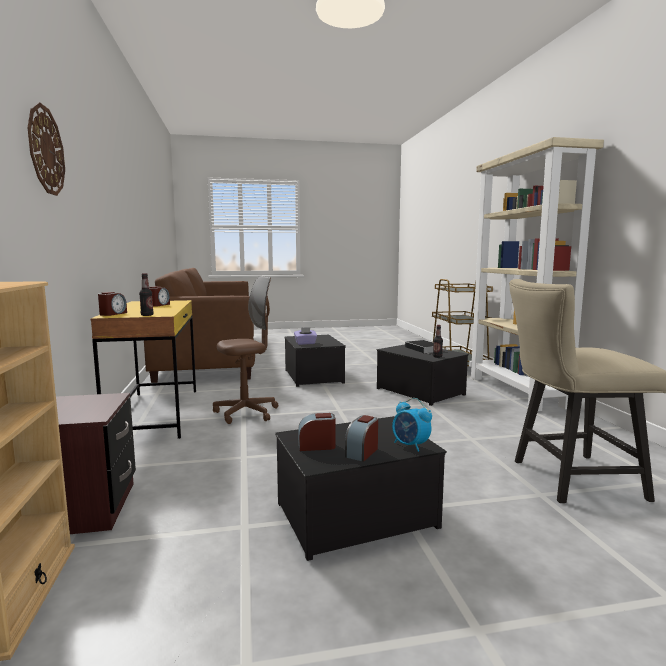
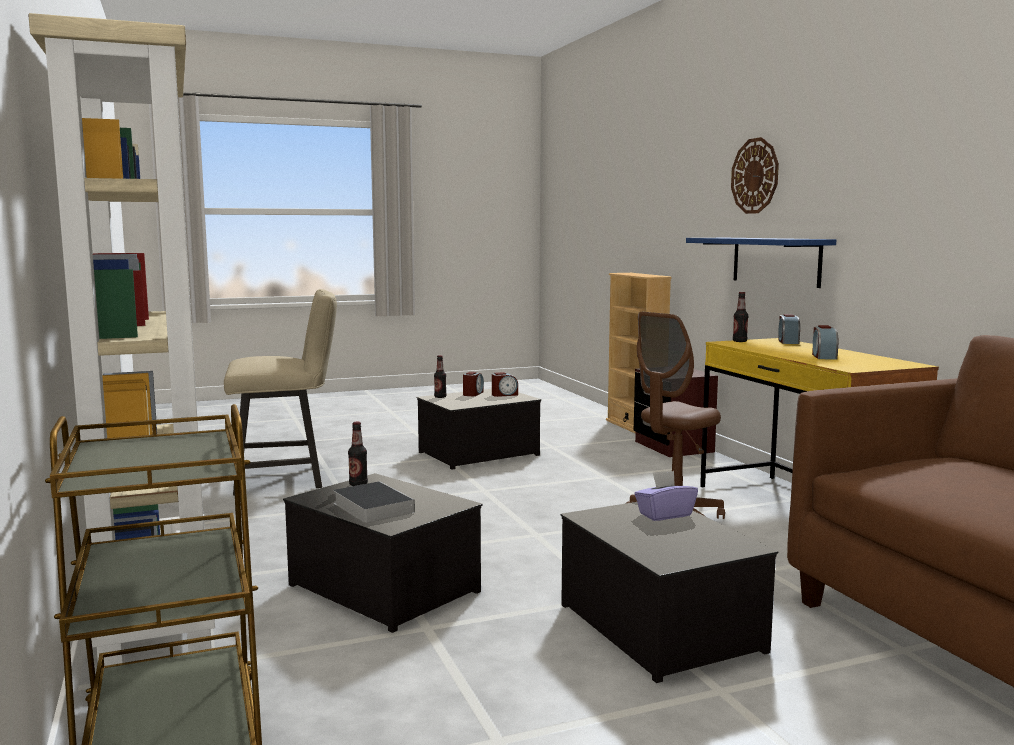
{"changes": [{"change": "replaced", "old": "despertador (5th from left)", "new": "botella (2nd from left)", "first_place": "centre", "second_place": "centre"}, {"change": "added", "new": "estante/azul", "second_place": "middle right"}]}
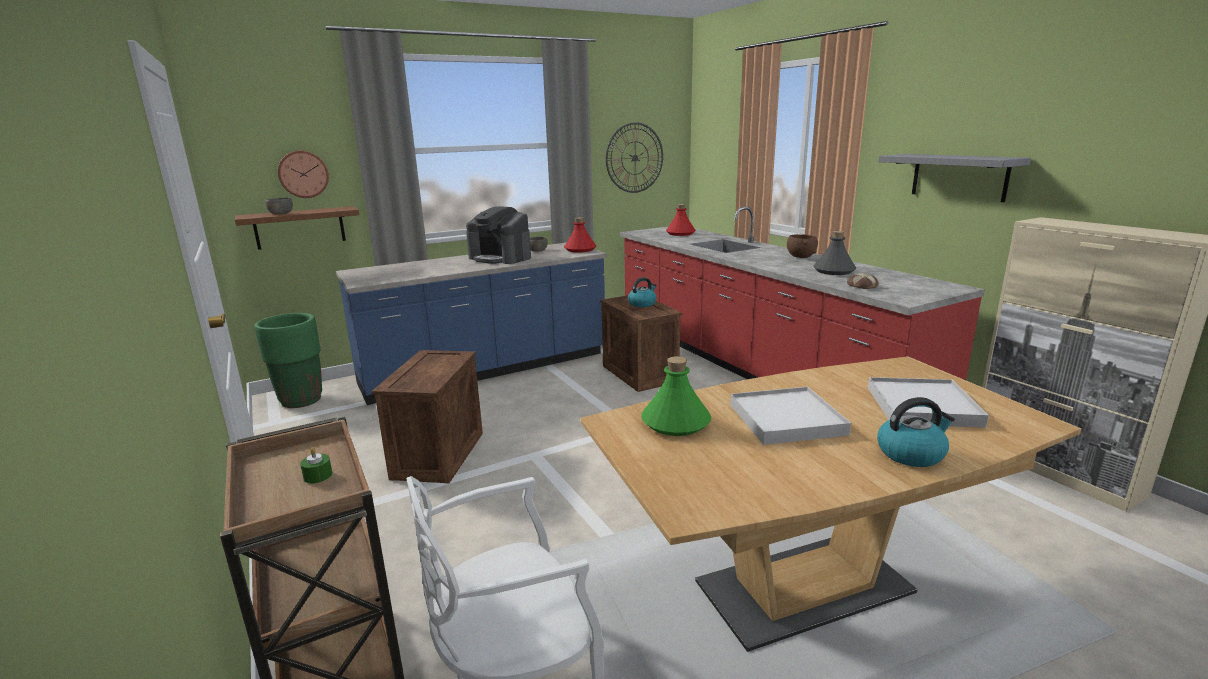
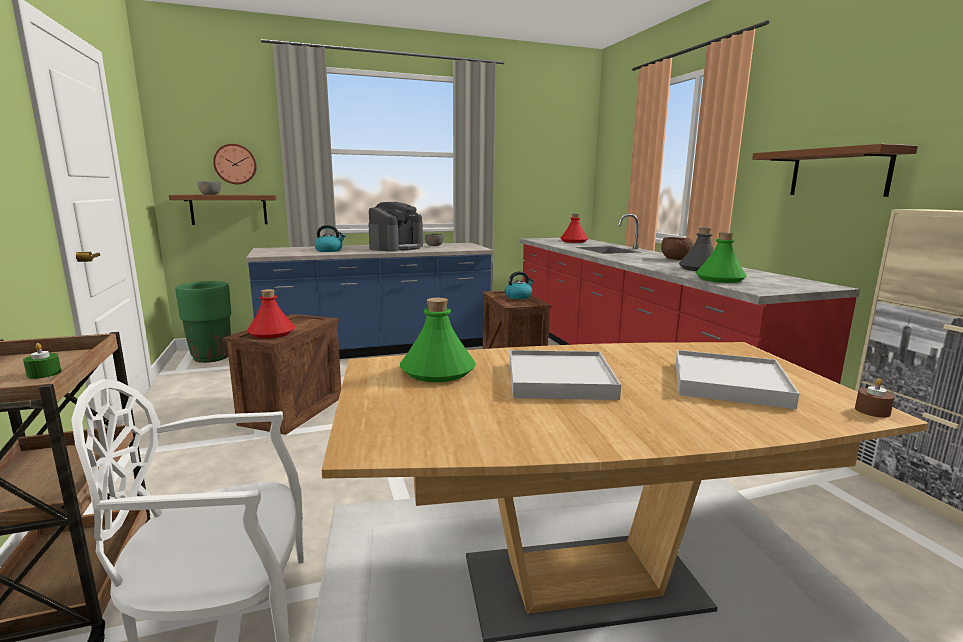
{"changes": [{"change": "turned", "old": "cafetera", "first_place": "centre", "second_place": "centre", "degrees": -105}, {"change": "moved", "old": "botella/rojo (1st from left)", "first_place": "centre", "second_place": "middle left"}, {"change": "removed", "old": "reloj de pared (2nd from left)", "first_place": "top centre"}, {"change": "replaced", "old": "pan", "new": "botella/verde (2nd from left)", "first_place": "middle right", "second_place": "middle right"}, {"change": "moved", "old": "hervidor (2nd from left in the first image)", "new": "hervidor (1st from left)", "first_place": "middle right", "second_place": "centre"}, {"change": "recoloured", "old": "estante/gris", "new": "estante/marrón (2nd from left)", "first_place": "top right", "second_place": "top right"}, {"change": "added", "new": "vela/marrón", "second_place": "middle right"}]}
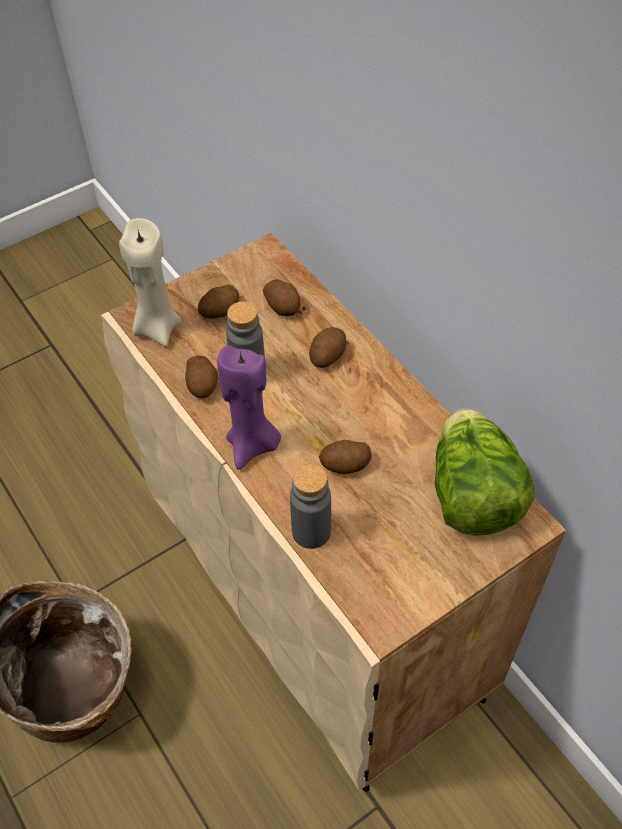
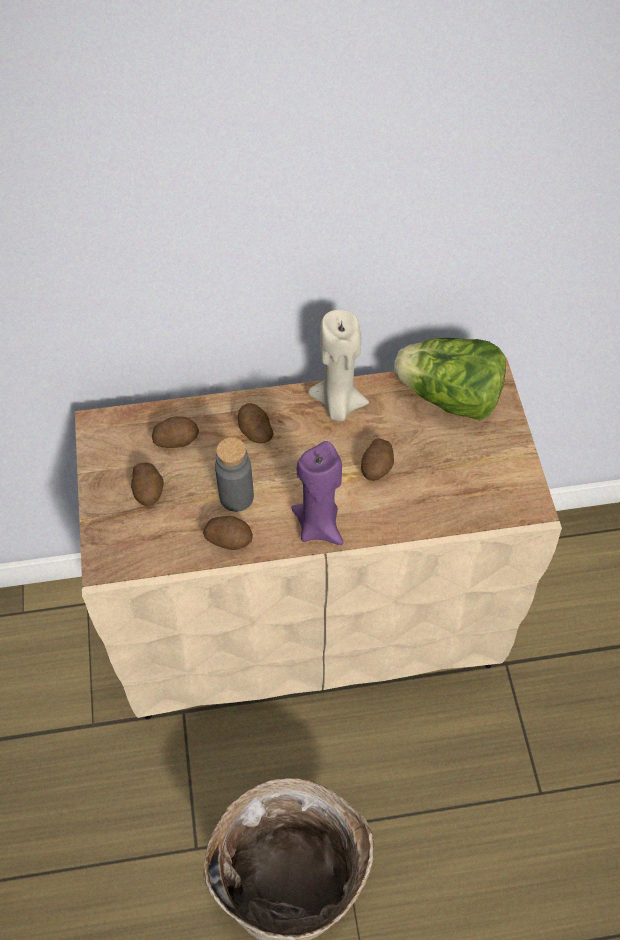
{"changes": [{"change": "moved", "old": "vela/beis", "first_place": "middle left", "second_place": "centre"}, {"change": "removed", "old": "botella/gris (2nd from left)", "first_place": "centre"}]}
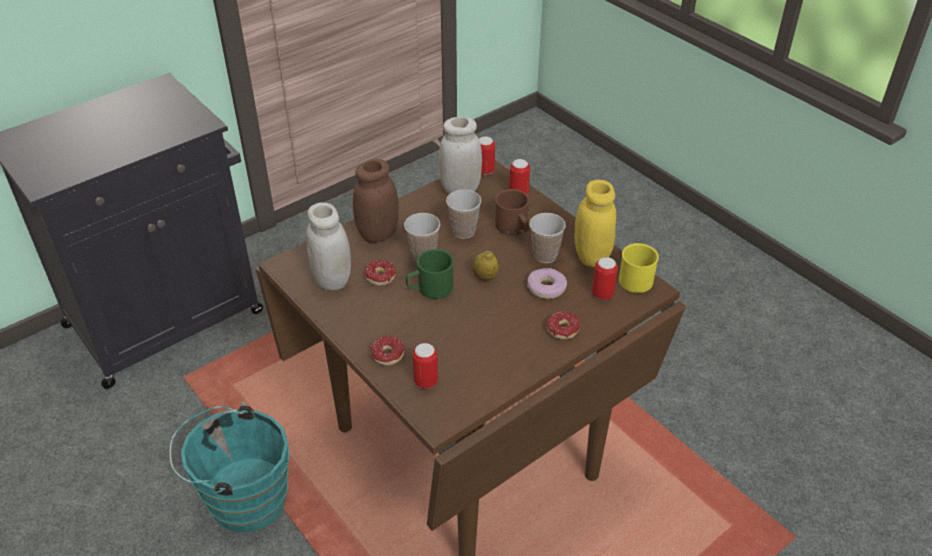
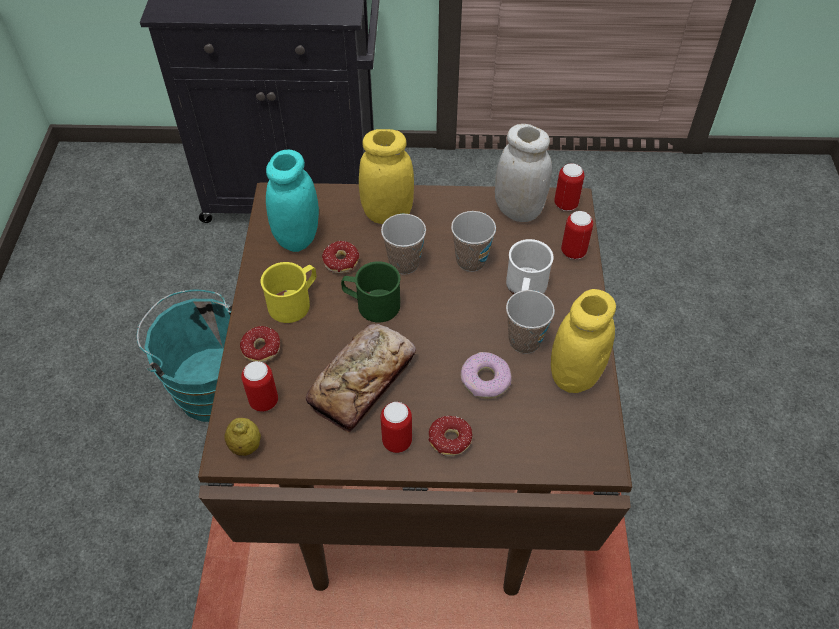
{"changes": [{"change": "recoloured", "old": "tarro/blanco (1st from left)", "new": "tarro/turquesa", "first_place": "centre", "second_place": "top centre"}, {"change": "recoloured", "old": "tarro/marrón", "new": "tarro/amarillo (1st from left)", "first_place": "centre", "second_place": "top centre"}, {"change": "moved", "old": "limón", "first_place": "centre", "second_place": "bottom left"}, {"change": "recoloured", "old": "taza grande/marrón", "new": "taza grande/blanco", "first_place": "centre", "second_place": "centre"}, {"change": "moved", "old": "lata (4th from left in the first image)", "new": "lata (2nd from left)", "first_place": "centre", "second_place": "bottom centre"}, {"change": "moved", "old": "taza grande/amarillo", "first_place": "middle right", "second_place": "centre"}, {"change": "added", "new": "pan", "second_place": "centre"}]}
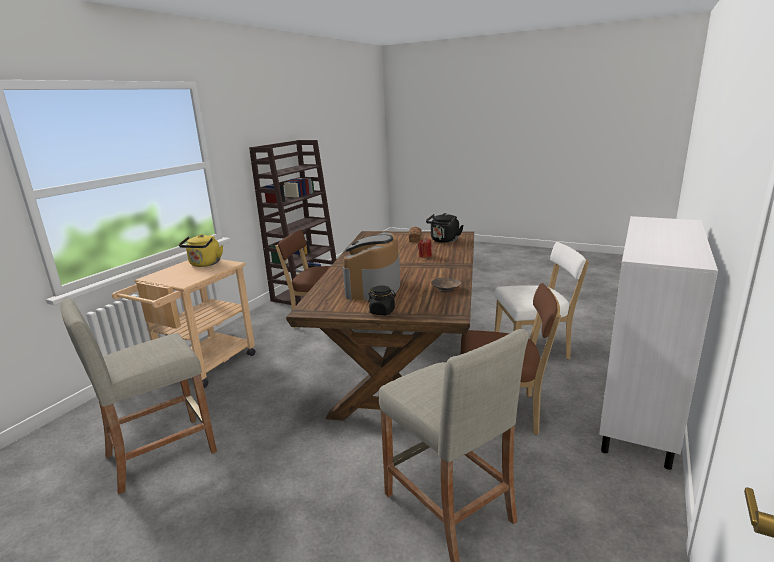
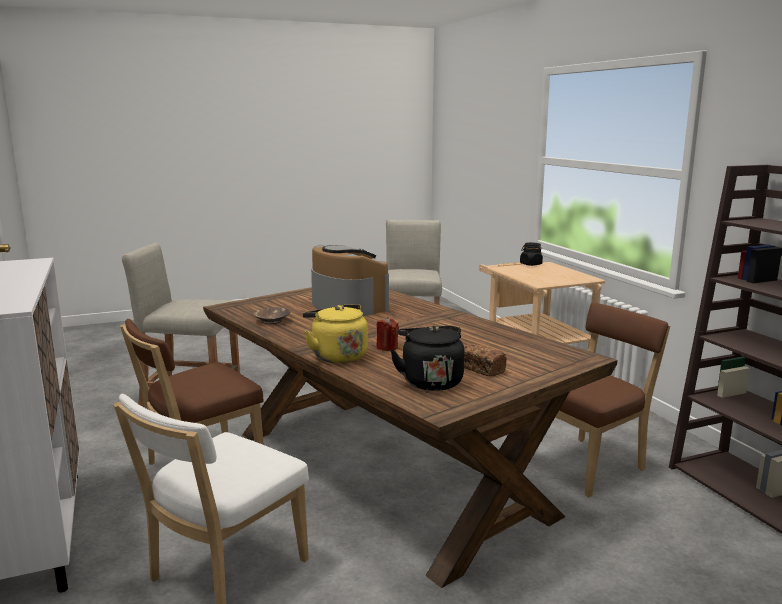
{"changes": [{"change": "moved", "old": "hervidor/amarillo", "first_place": "middle left", "second_place": "centre"}, {"change": "moved", "old": "tarro/negro", "first_place": "centre", "second_place": "middle right"}]}
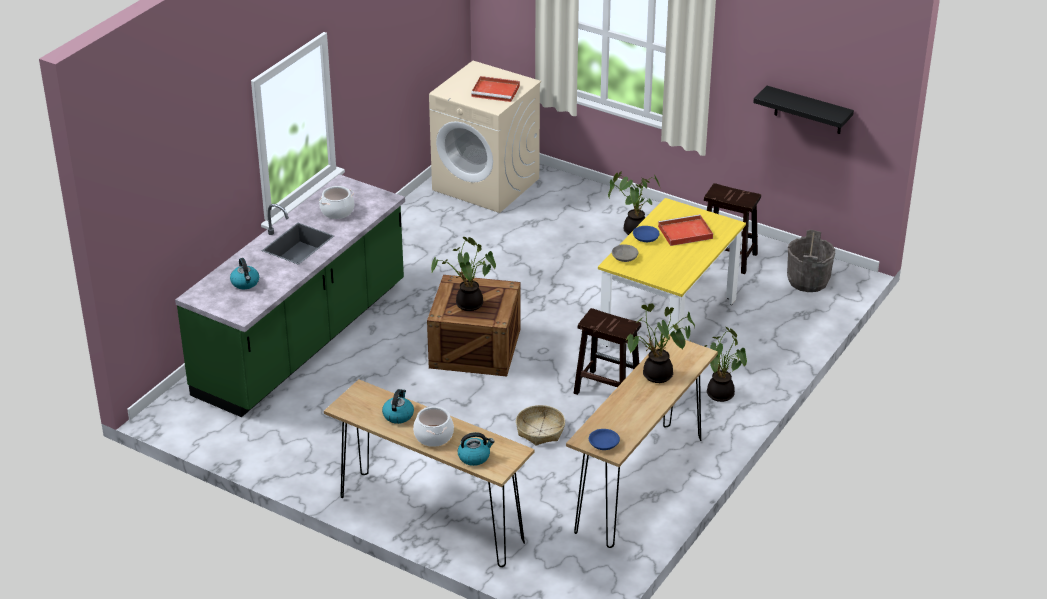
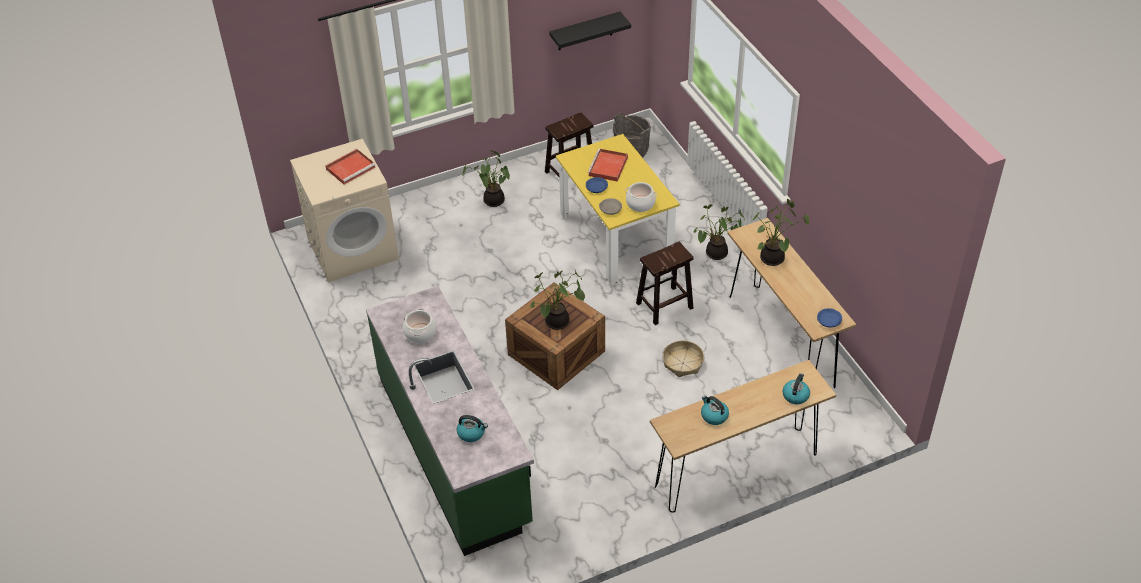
{"changes": [{"change": "moved", "old": "olla (2nd from left)", "first_place": "bottom centre", "second_place": "centre"}]}
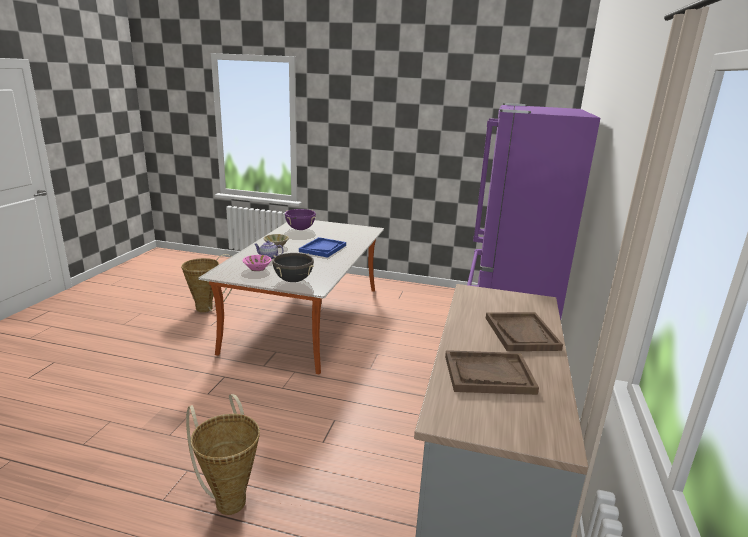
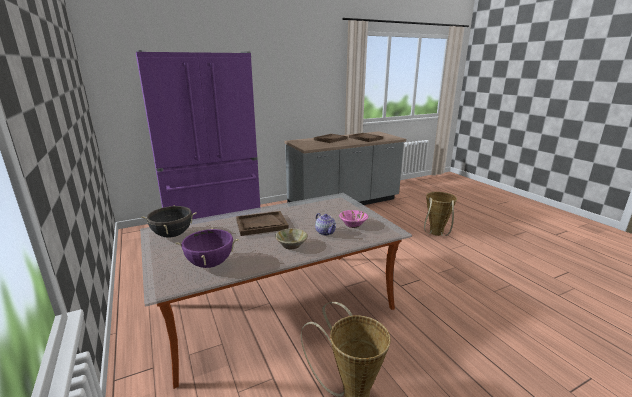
{"changes": [{"change": "moved", "old": "olla/negro", "first_place": "centre", "second_place": "middle left"}, {"change": "recoloured", "old": "bandeja/azul", "new": "bandeja/marrón (1st from left)", "first_place": "centre", "second_place": "centre"}]}
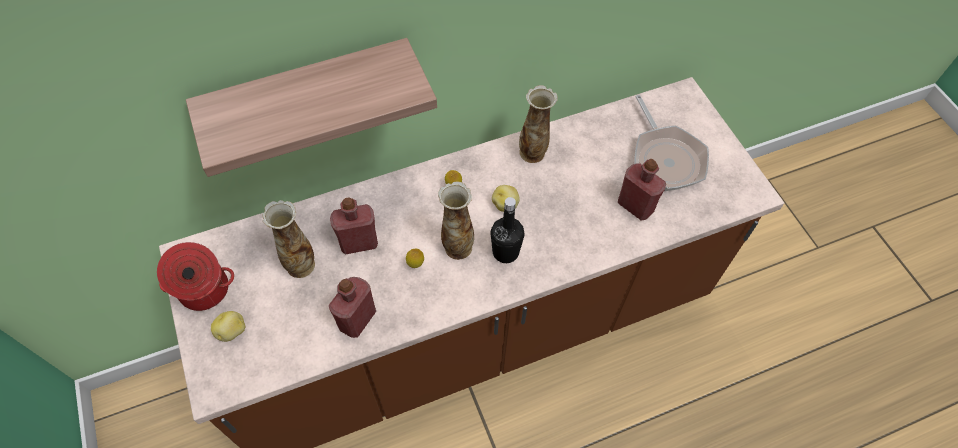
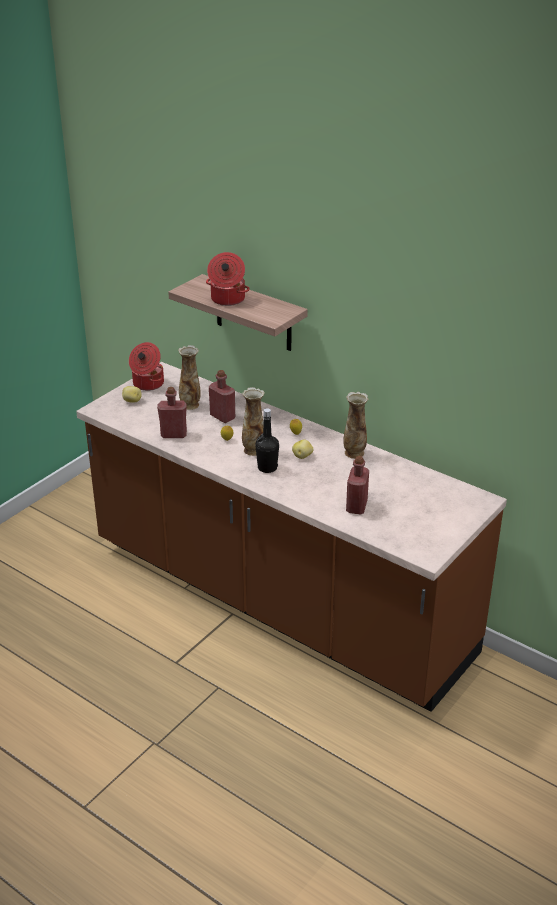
{"changes": [{"change": "removed", "old": "sartén", "first_place": "top right"}, {"change": "added", "new": "olla (2nd from left)", "second_place": "top centre"}]}
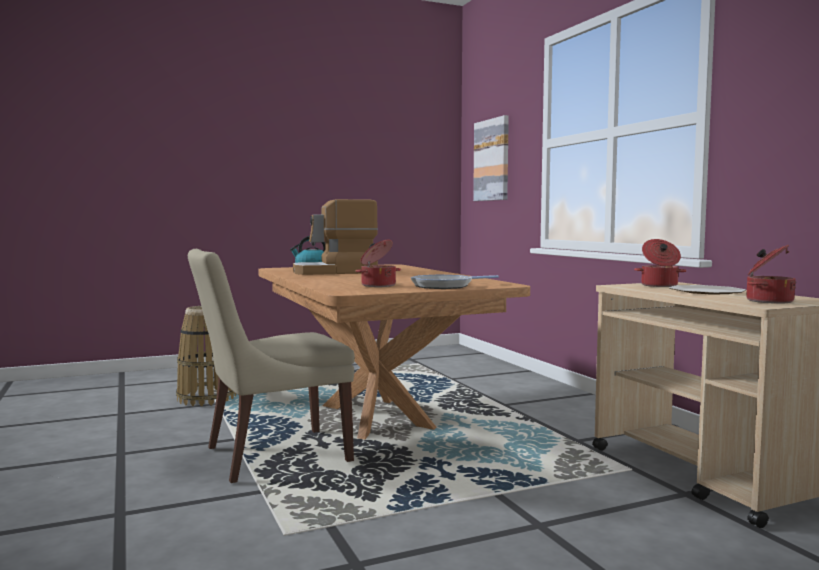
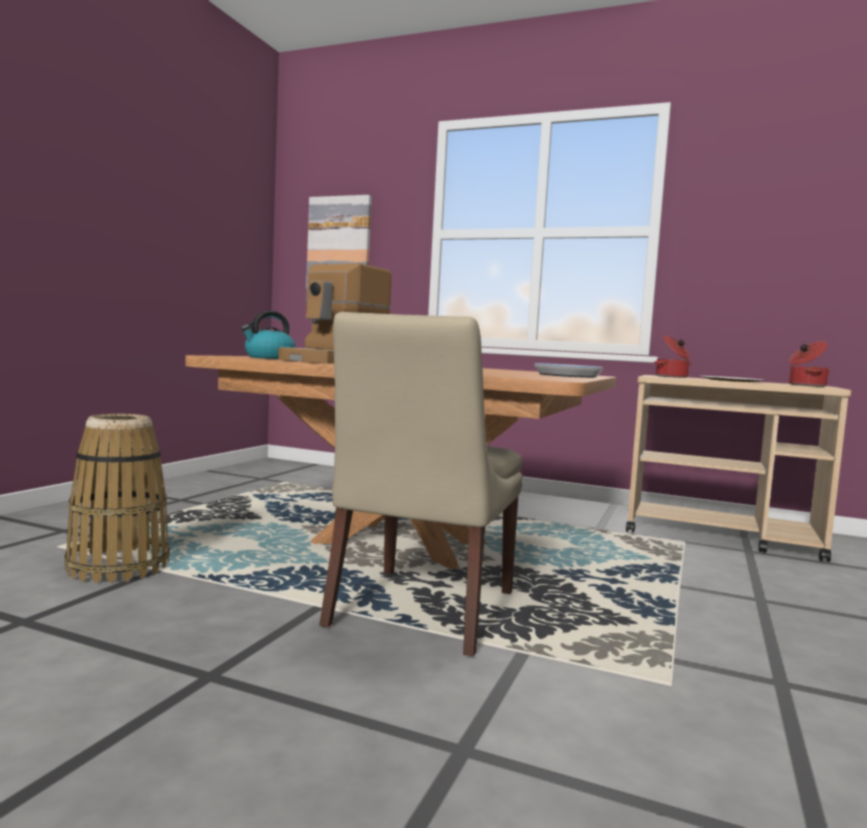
{"changes": [{"change": "removed", "old": "olla (1st from left)", "first_place": "centre"}]}
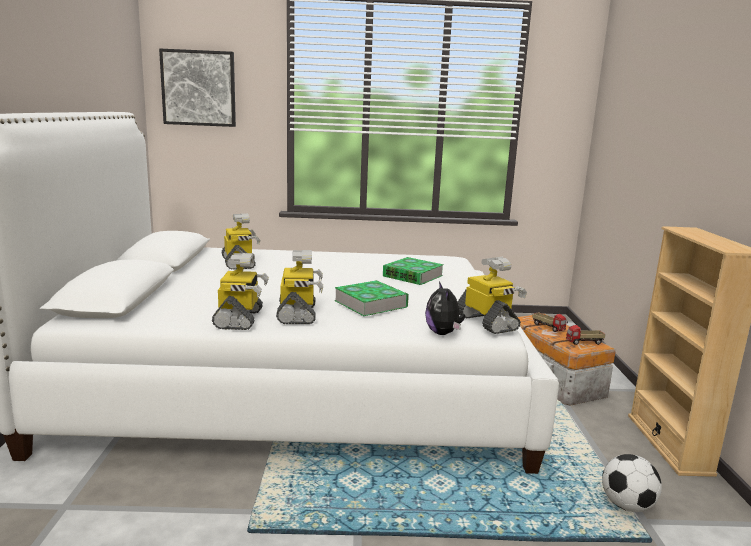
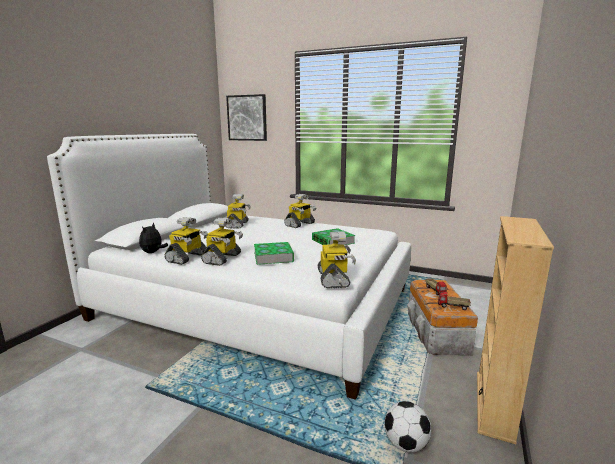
{"changes": [{"change": "moved", "old": "peluche", "first_place": "centre", "second_place": "middle left"}, {"change": "added", "new": "robot de juguete (4th from left)", "second_place": "centre"}]}
